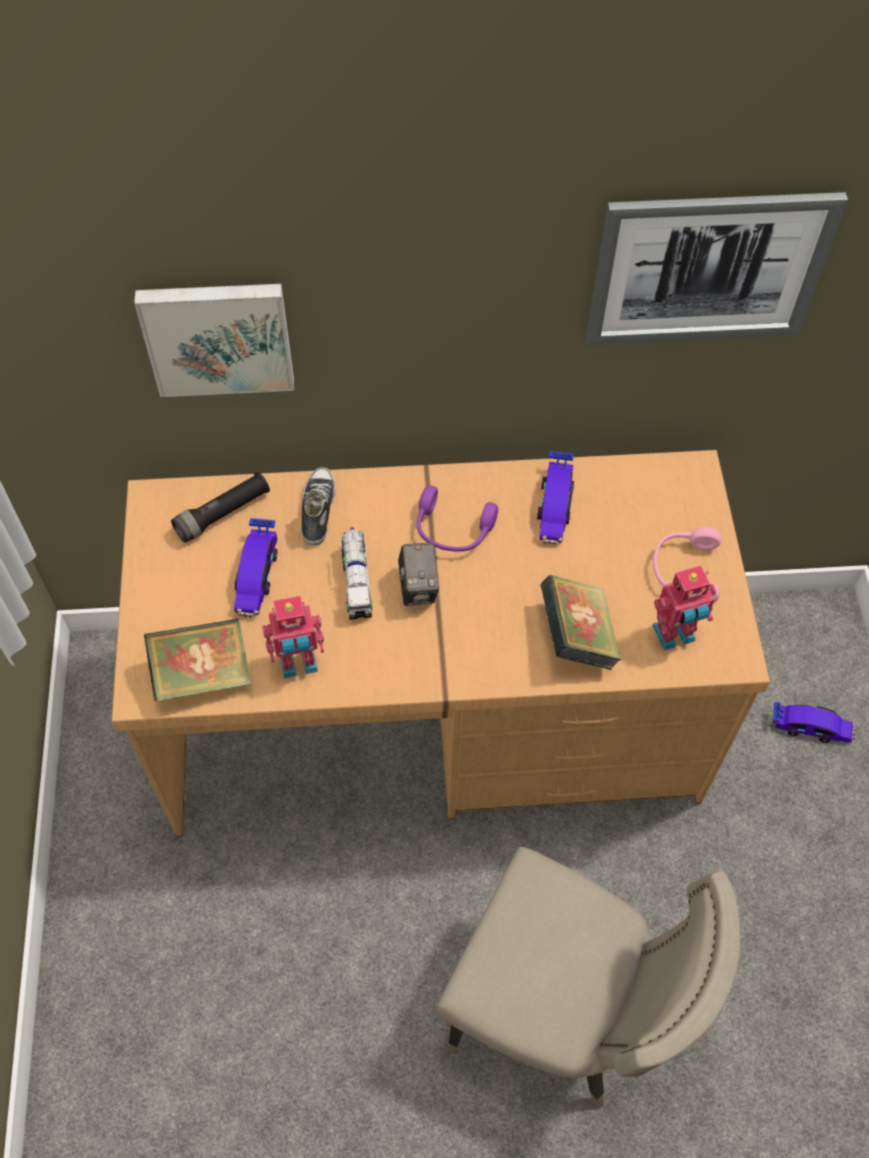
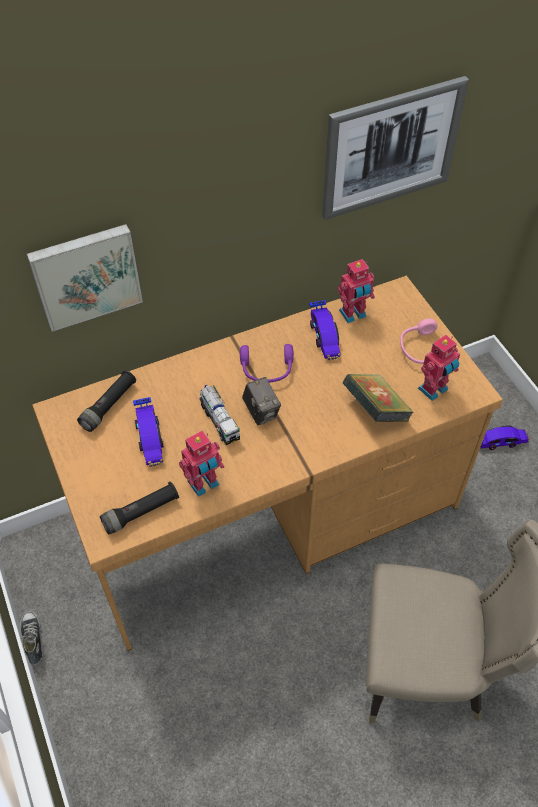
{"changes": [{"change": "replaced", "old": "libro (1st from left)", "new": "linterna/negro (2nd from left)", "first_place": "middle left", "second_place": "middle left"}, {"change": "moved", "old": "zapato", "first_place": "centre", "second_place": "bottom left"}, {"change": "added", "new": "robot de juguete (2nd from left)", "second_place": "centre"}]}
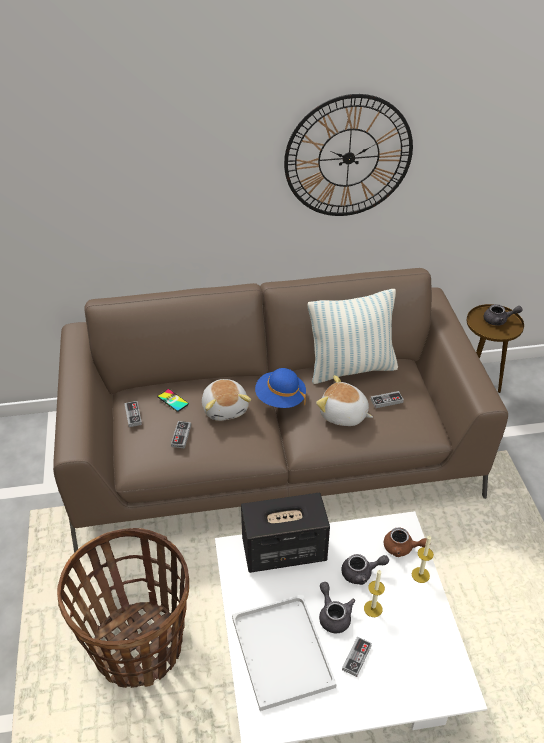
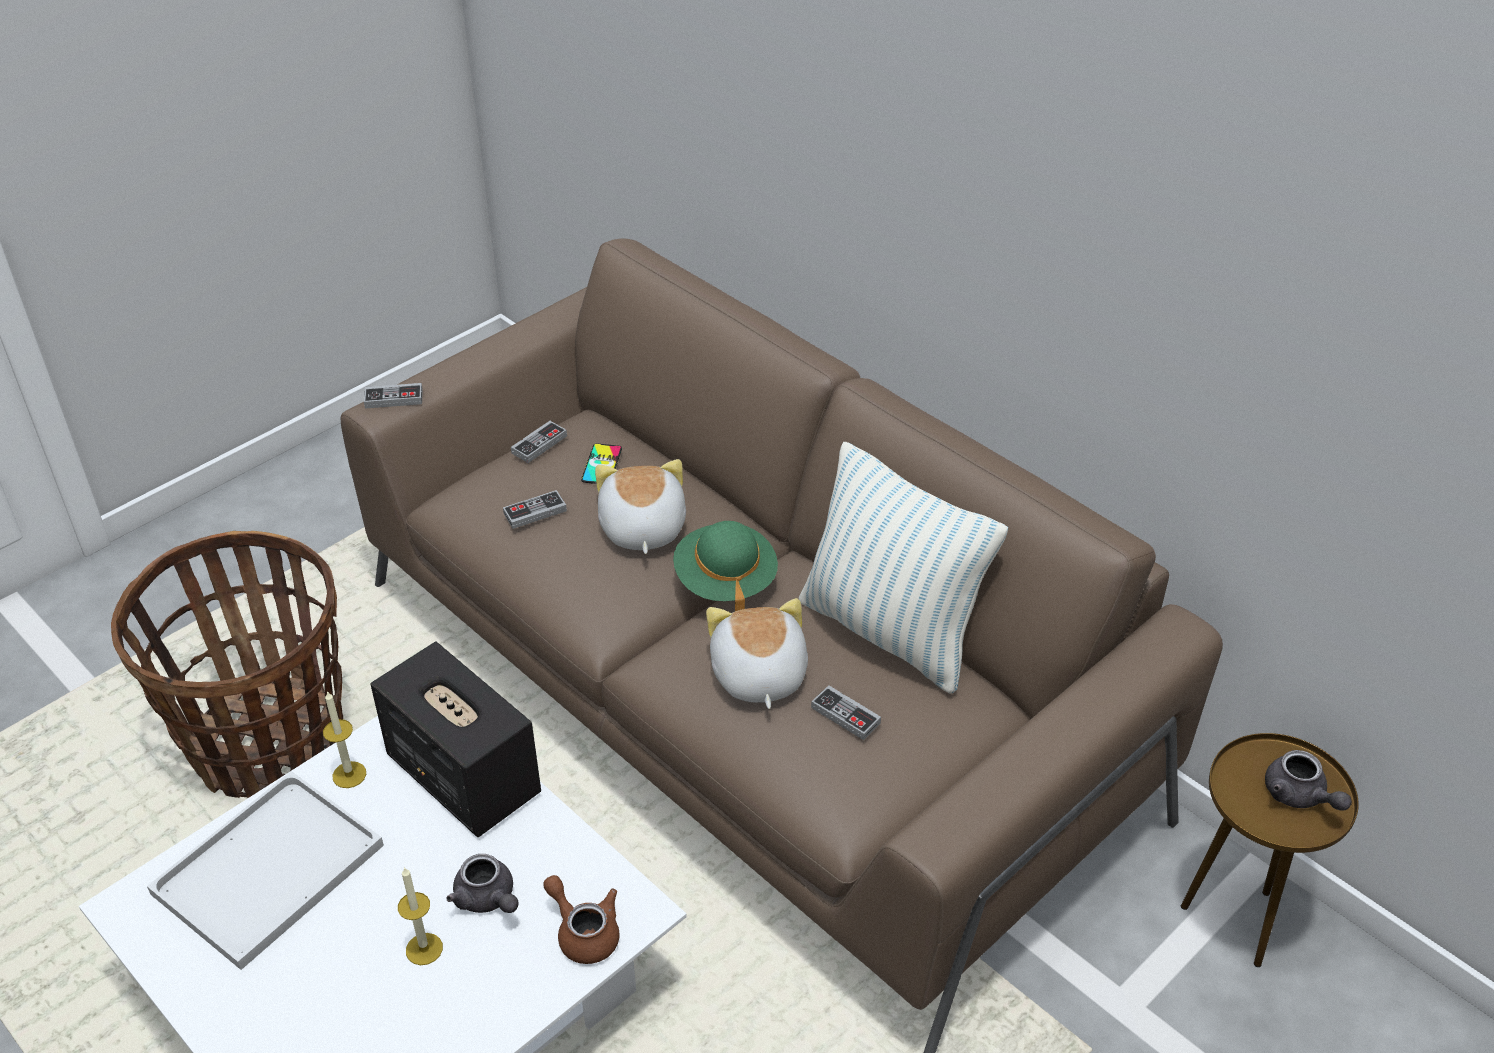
{"changes": [{"change": "turned", "old": "peluche (1st from left)", "first_place": "centre", "second_place": "centre", "degrees": 135}, {"change": "recoloured", "old": "sombrero/azul", "new": "sombrero/verde", "first_place": "centre", "second_place": "centre"}, {"change": "removed", "old": "reloj de pared", "first_place": "top centre"}, {"change": "removed", "old": "tetera/gris (1st from left)", "first_place": "bottom centre"}, {"change": "moved", "old": "mando de consola (3rd from left in the first image)", "new": "mando de consola (1st from left)", "first_place": "bottom centre", "second_place": "middle left"}, {"change": "turned", "old": "tetera/marrón", "first_place": "bottom right", "second_place": "bottom centre", "degrees": 150}, {"change": "moved", "old": "vela (2nd from left in the first image)", "new": "vela (1st from left)", "first_place": "bottom right", "second_place": "bottom left"}]}
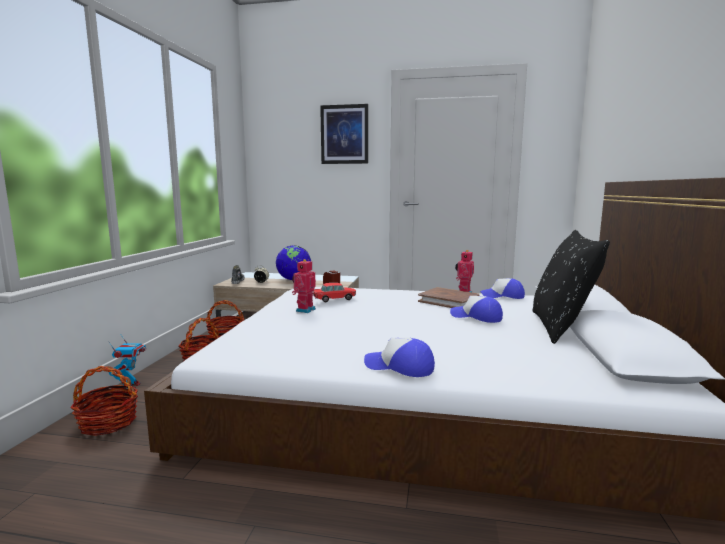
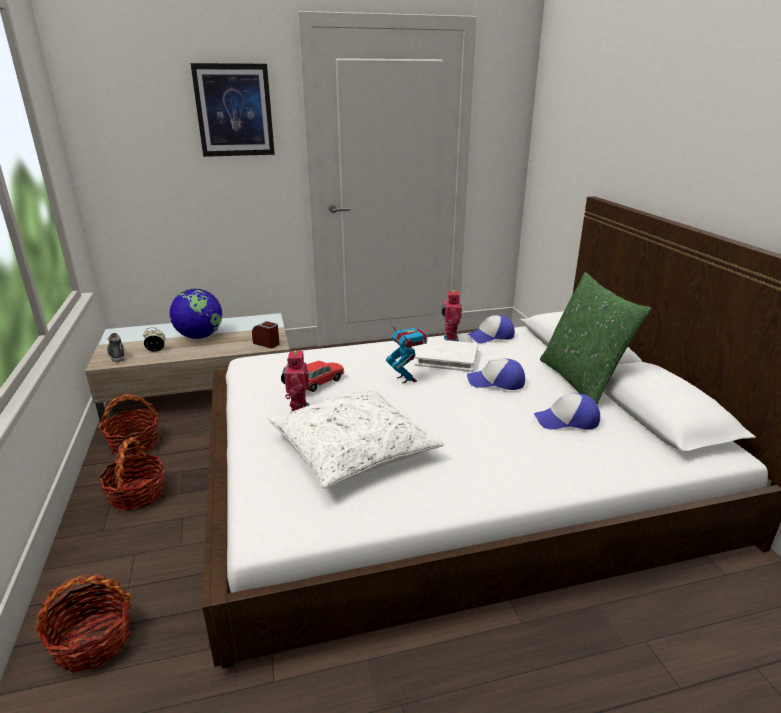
{"changes": [{"change": "moved", "old": "robot de juguete (1st from left in the first image)", "new": "robot de juguete (2nd from left)", "first_place": "middle left", "second_place": "centre"}, {"change": "moved", "old": "gorra (1st from left in the first image)", "new": "gorra (3rd from left)", "first_place": "centre", "second_place": "middle right"}, {"change": "recoloured", "old": "libro/marrón", "new": "libro/blanco", "first_place": "centre", "second_place": "centre"}, {"change": "recoloured", "old": "cojín/negro", "new": "cojín/verde", "first_place": "middle right", "second_place": "middle right"}, {"change": "added", "new": "cojín/blanco", "second_place": "centre"}]}
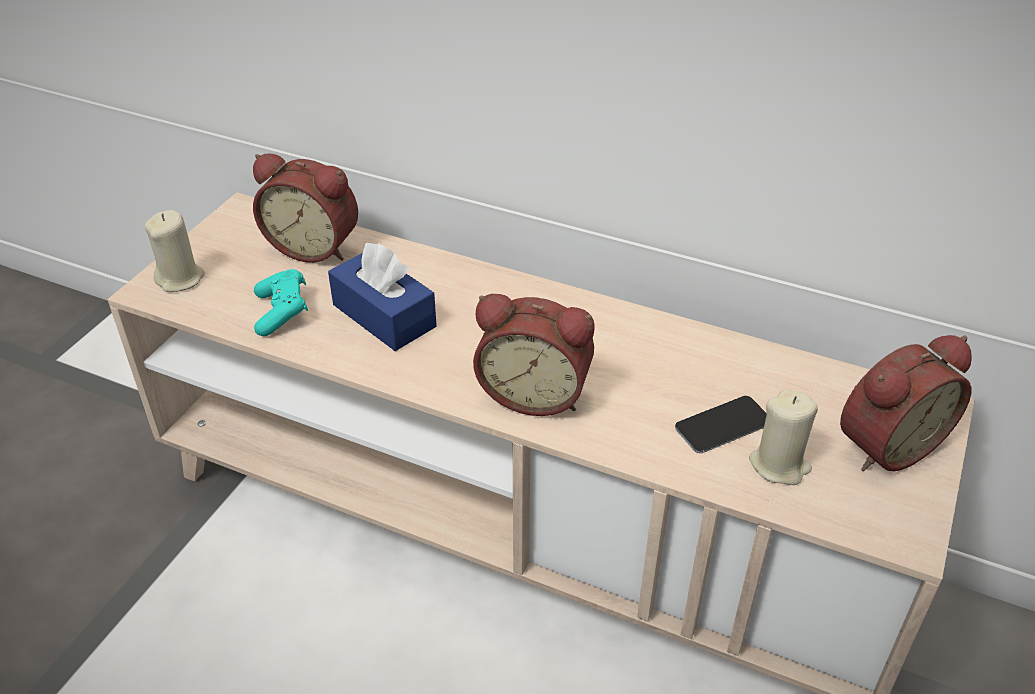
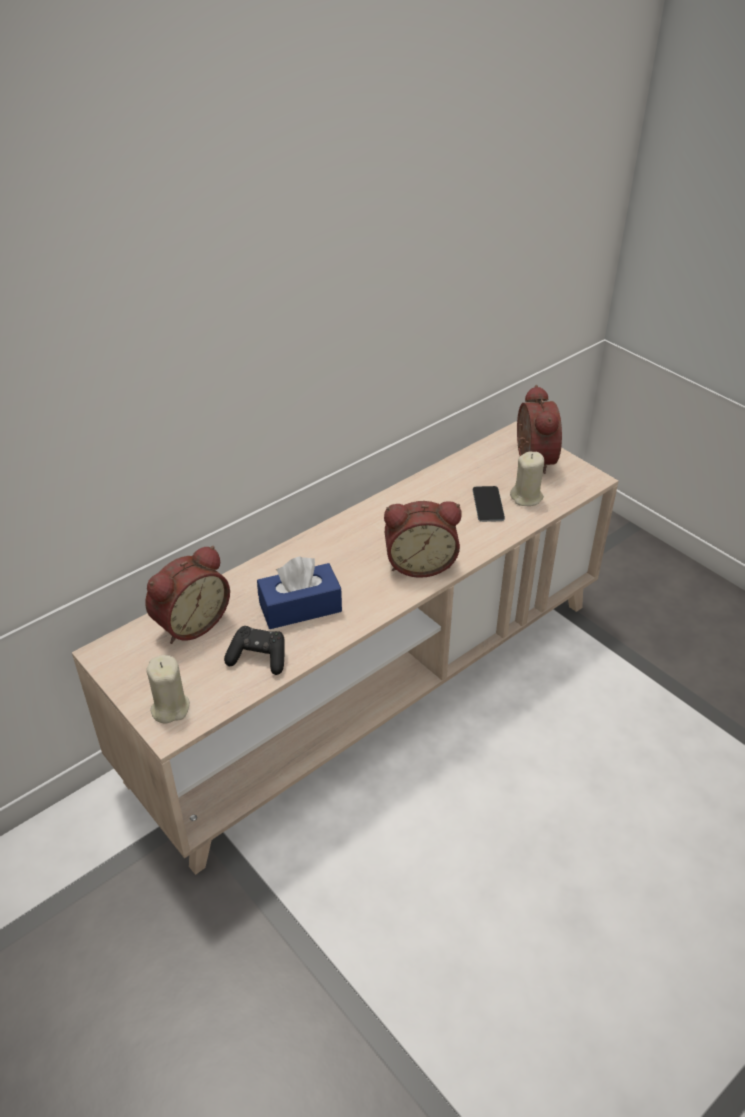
{"changes": [{"change": "recoloured", "old": "mando de consola/turquesa", "new": "mando de consola/negro", "first_place": "middle left", "second_place": "centre"}, {"change": "turned", "old": "despertador (2nd from left)", "first_place": "centre", "second_place": "centre", "degrees": 45}]}
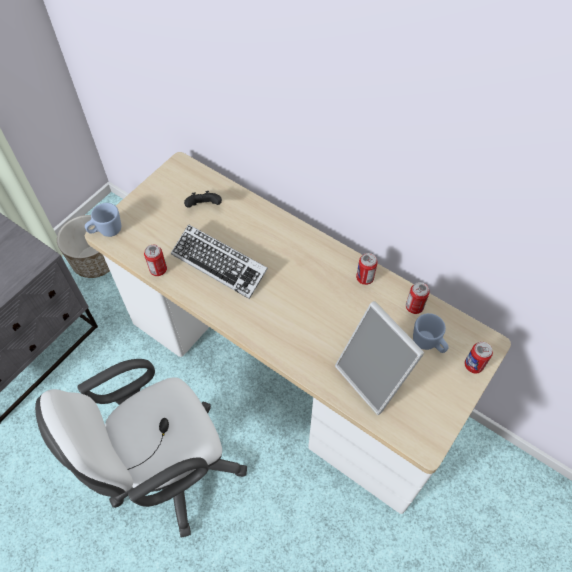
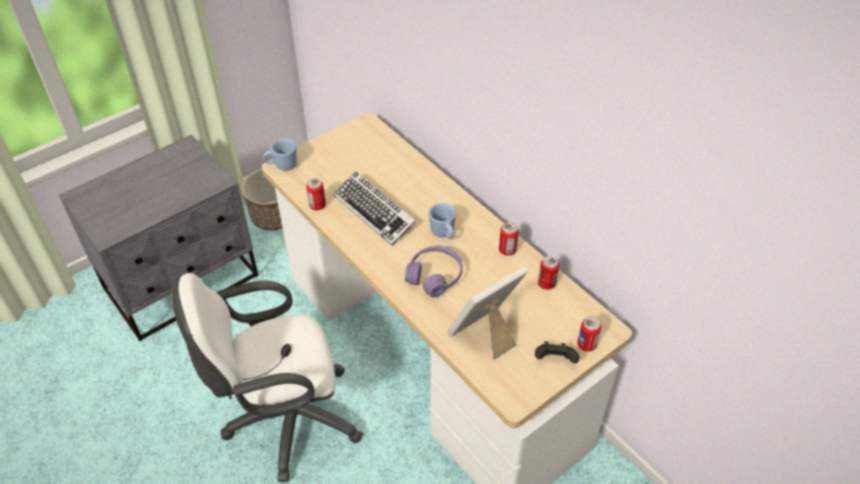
{"changes": [{"change": "moved", "old": "mando de consola/negro", "first_place": "centre", "second_place": "bottom centre"}, {"change": "turned", "old": "portarretratos", "first_place": "centre", "second_place": "centre", "degrees": 75}, {"change": "moved", "old": "taza grande/azul (2nd from left)", "first_place": "middle right", "second_place": "centre"}, {"change": "added", "new": "auriculares/morado", "second_place": "centre"}]}
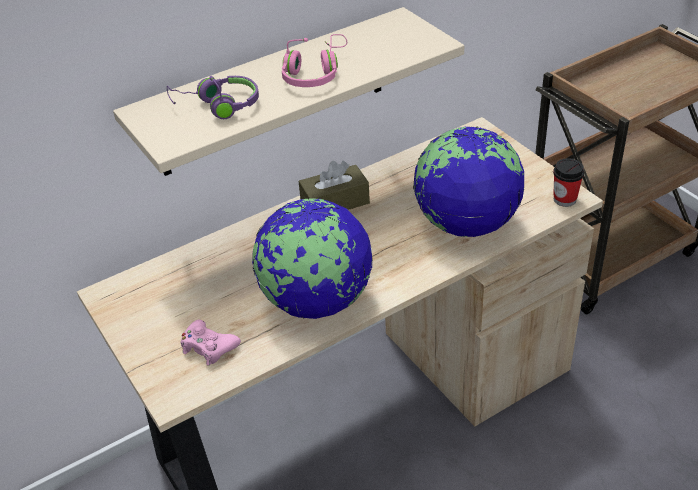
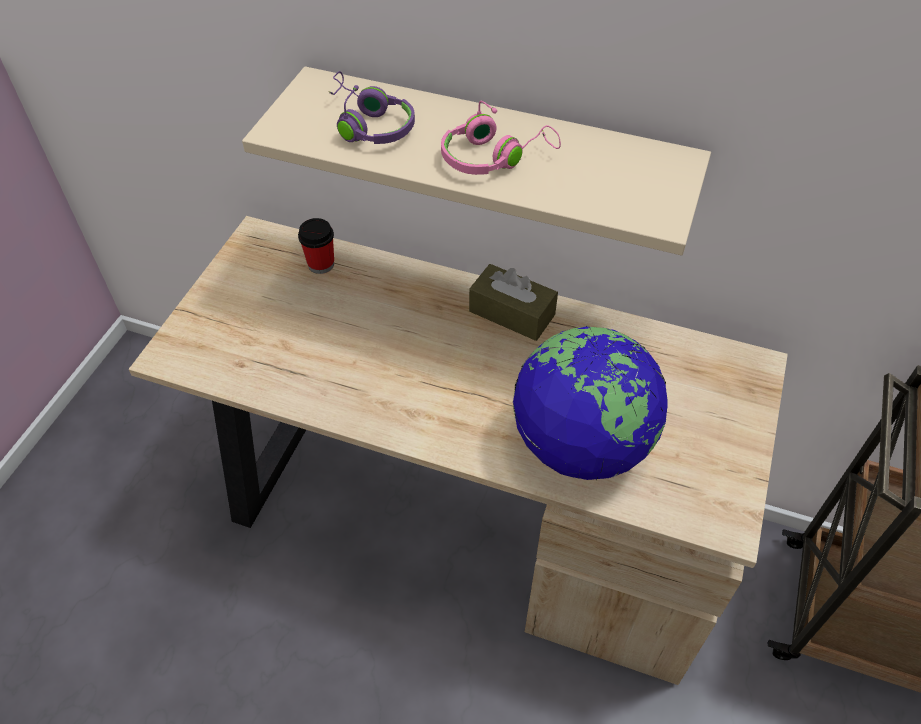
{"changes": [{"change": "removed", "old": "mando de consola/rosa", "first_place": "bottom left"}, {"change": "removed", "old": "globo terráqueo (1st from left)", "first_place": "centre"}, {"change": "moved", "old": "taza", "first_place": "middle right", "second_place": "centre"}]}
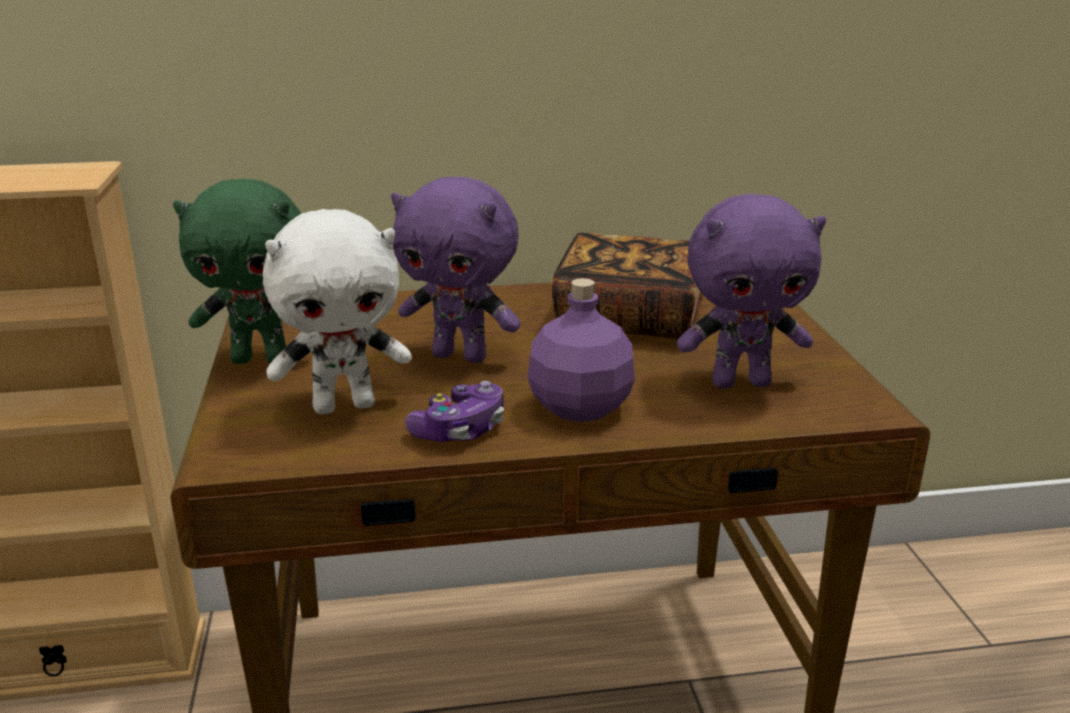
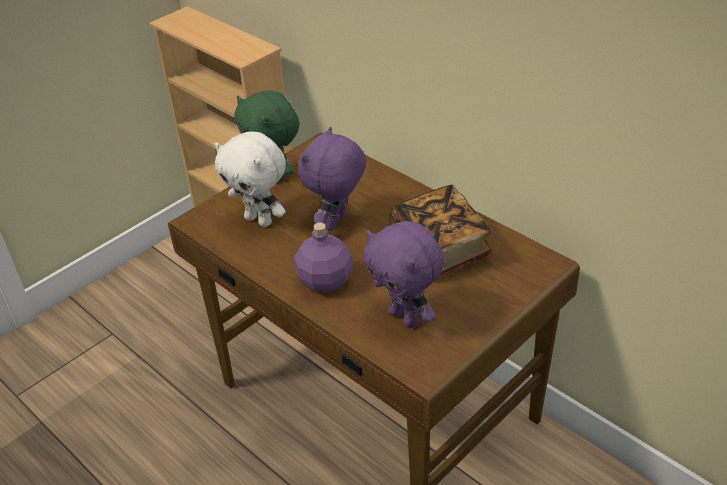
{"changes": [{"change": "turned", "old": "peluche/morado (1st from left)", "first_place": "centre", "second_place": "centre", "degrees": 45}, {"change": "removed", "old": "mando de consola", "first_place": "centre"}]}
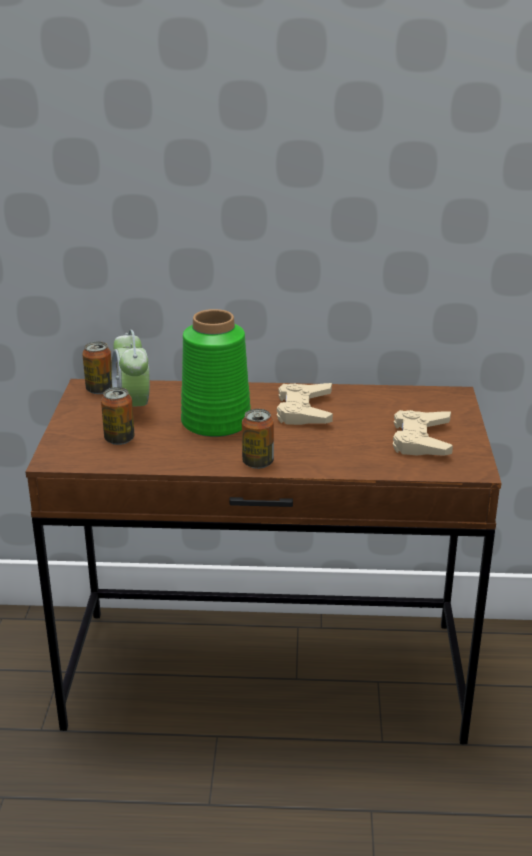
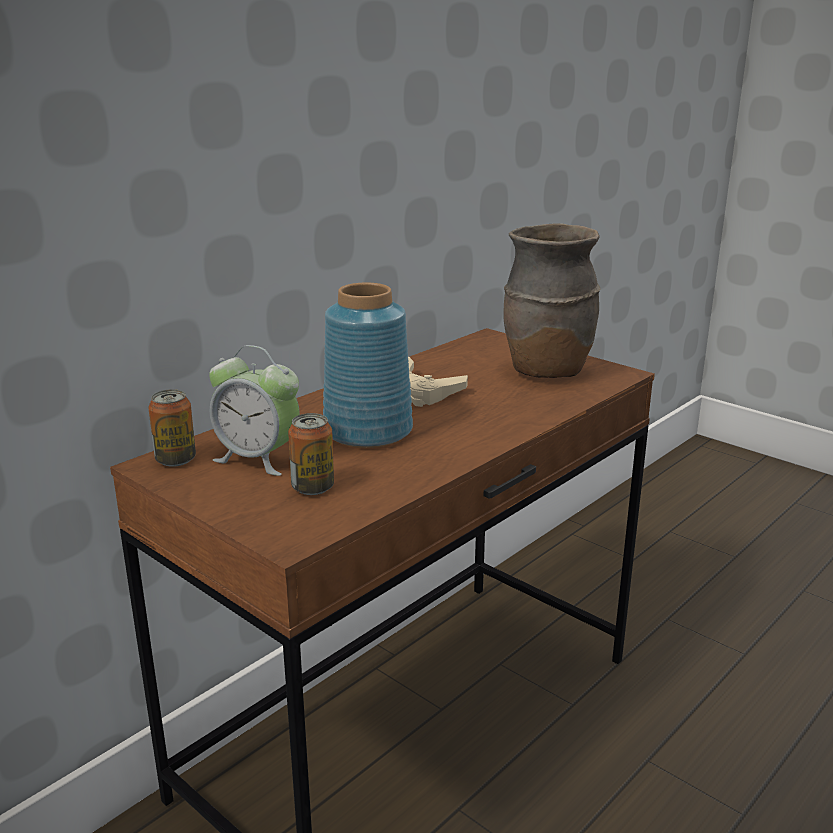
{"changes": [{"change": "recoloured", "old": "florero/verde", "new": "florero/azul", "first_place": "centre", "second_place": "centre"}, {"change": "removed", "old": "lata (3rd from left)", "first_place": "centre"}, {"change": "replaced", "old": "mando de consola/beis (2nd from left)", "new": "florero/marrón", "first_place": "middle right", "second_place": "centre"}]}
